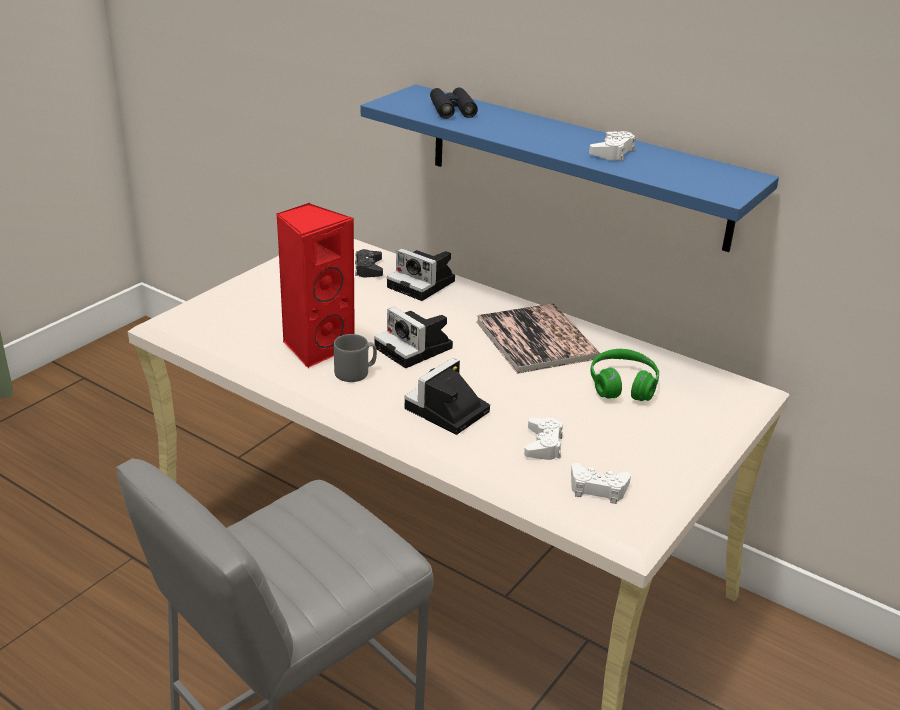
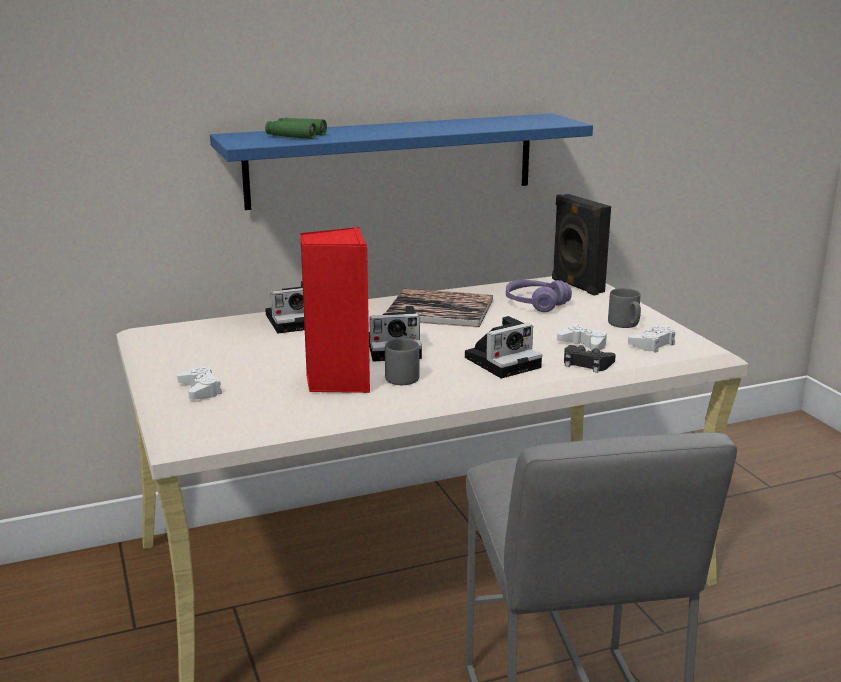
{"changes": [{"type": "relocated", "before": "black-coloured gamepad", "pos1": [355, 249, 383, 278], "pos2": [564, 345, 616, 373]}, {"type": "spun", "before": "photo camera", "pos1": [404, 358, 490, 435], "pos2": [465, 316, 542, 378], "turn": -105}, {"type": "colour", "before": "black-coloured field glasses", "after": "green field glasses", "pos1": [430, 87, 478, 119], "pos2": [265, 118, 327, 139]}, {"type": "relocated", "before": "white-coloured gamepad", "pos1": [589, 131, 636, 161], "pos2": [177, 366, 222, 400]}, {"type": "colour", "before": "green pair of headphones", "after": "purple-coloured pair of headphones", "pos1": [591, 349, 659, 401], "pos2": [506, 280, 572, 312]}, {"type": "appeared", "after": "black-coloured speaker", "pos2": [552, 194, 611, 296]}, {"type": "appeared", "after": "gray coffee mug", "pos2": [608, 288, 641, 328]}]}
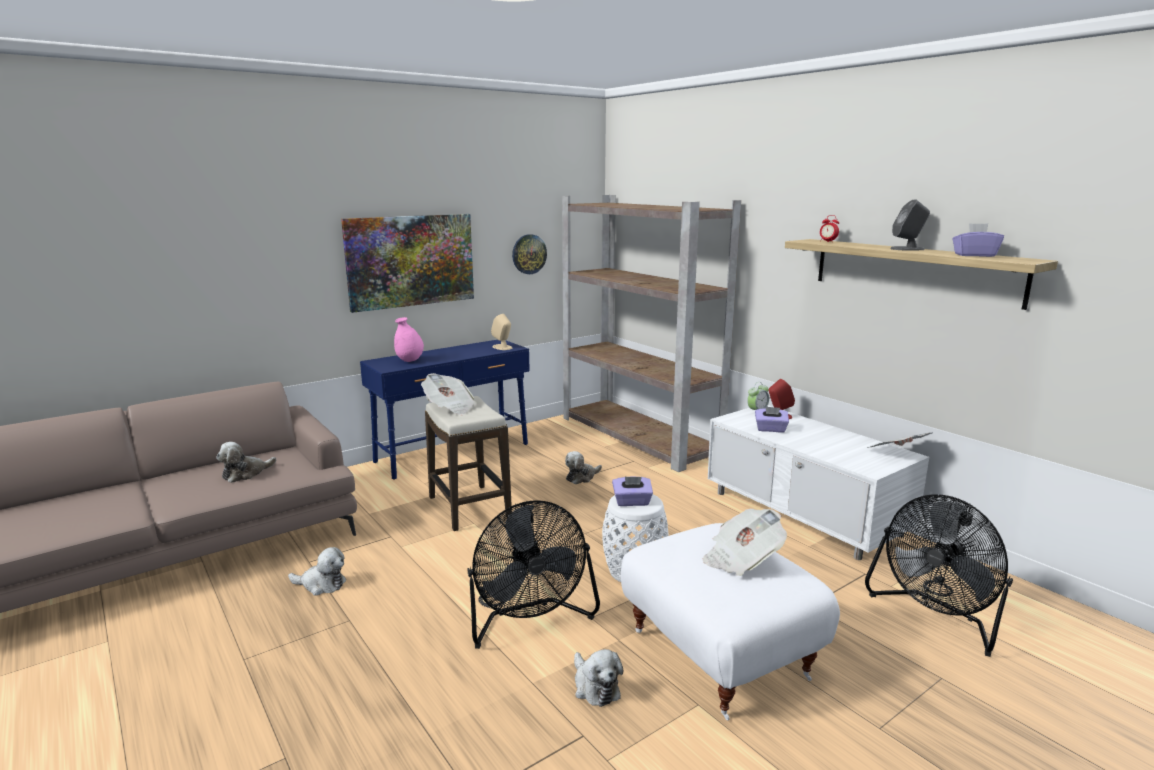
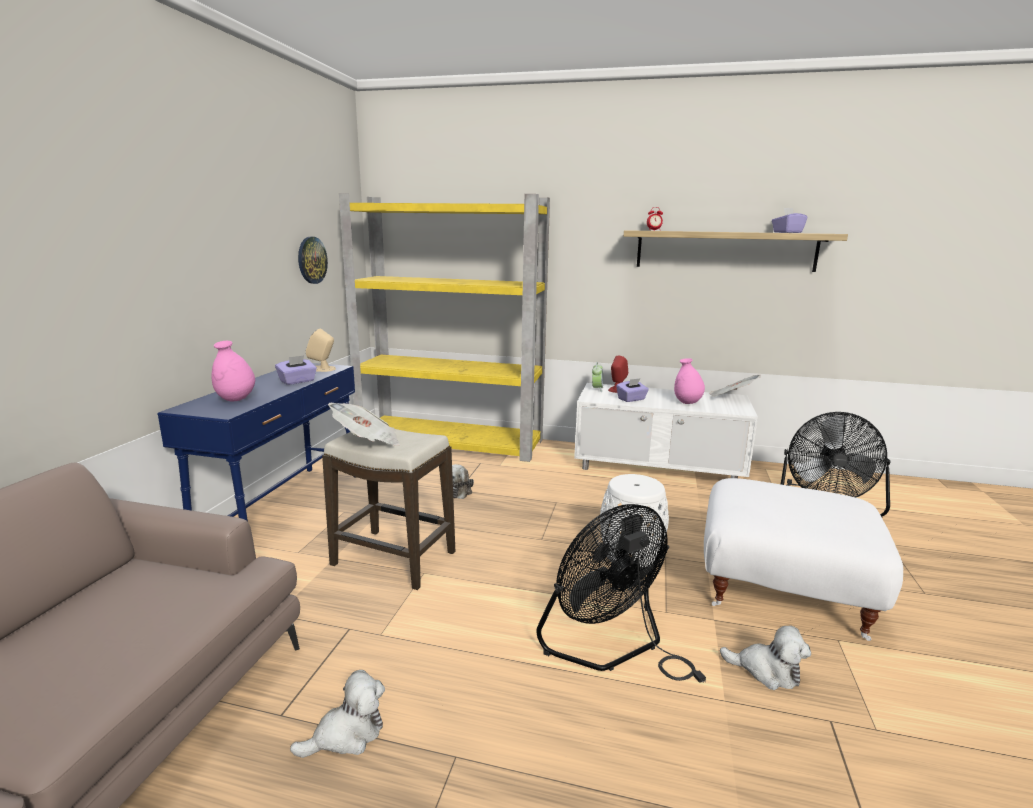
{"changes": [{"type": "missing", "before": "plush toy", "pos1": [216, 442, 276, 483]}, {"type": "missing", "before": "wall art", "pos1": [341, 214, 474, 313]}, {"type": "spun", "before": "black-coloured fan", "pos1": [468, 500, 600, 649], "pos2": [537, 504, 706, 683], "turn": -150}, {"type": "colour", "before": "brownish bookcase", "after": "yellow-coloured bookcase", "pos1": [562, 195, 741, 472], "pos2": [339, 193, 550, 462]}, {"type": "relocated", "before": "purple-coloured tissue box", "pos1": [612, 476, 653, 506], "pos2": [275, 355, 317, 385]}, {"type": "missing", "before": "newspaper", "pos1": [703, 508, 787, 576]}, {"type": "missing", "before": "gray speaker", "pos1": [890, 199, 930, 250]}, {"type": "appeared", "after": "pink-coloured decorative vase", "pos2": [674, 358, 705, 404]}]}
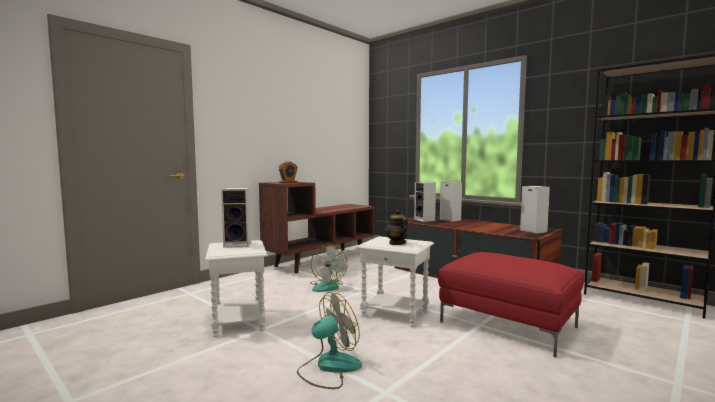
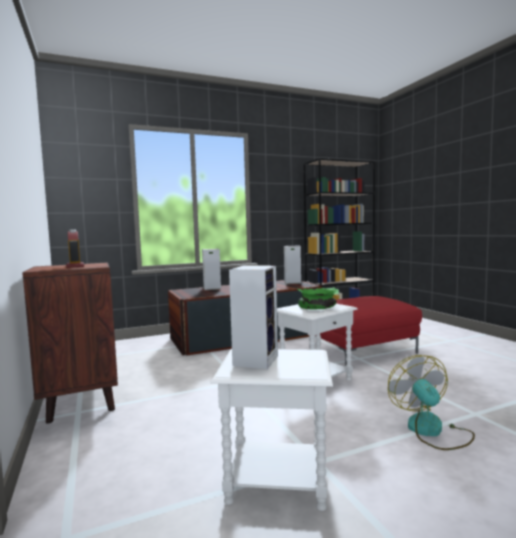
{"changes": [{"type": "missing", "before": "fan", "pos1": [310, 244, 348, 292]}, {"type": "exchanged", "before": "tea pot", "after": "green serving bowl", "pos1": [385, 209, 410, 245], "pos2": [297, 287, 339, 310]}, {"type": "missing", "before": "speaker", "pos1": [414, 182, 436, 222]}]}
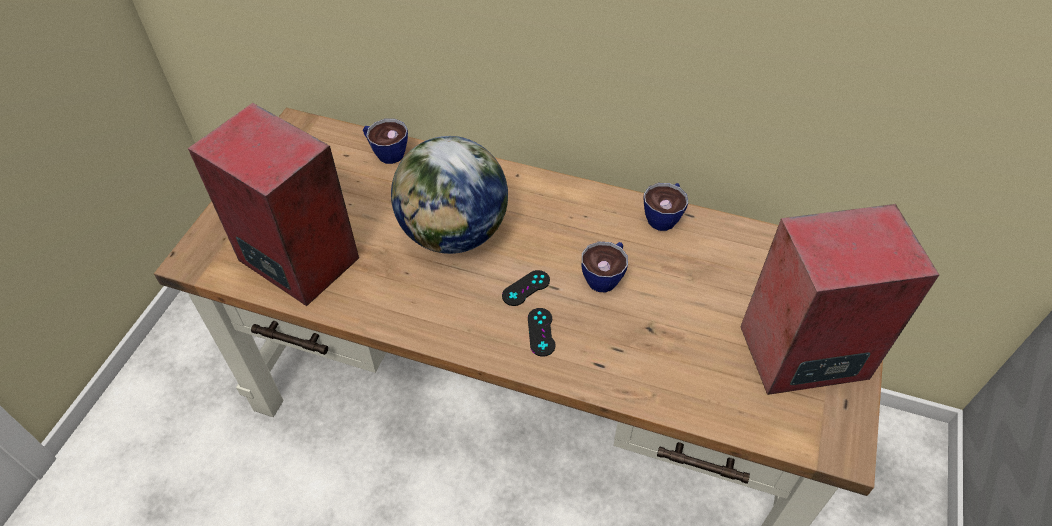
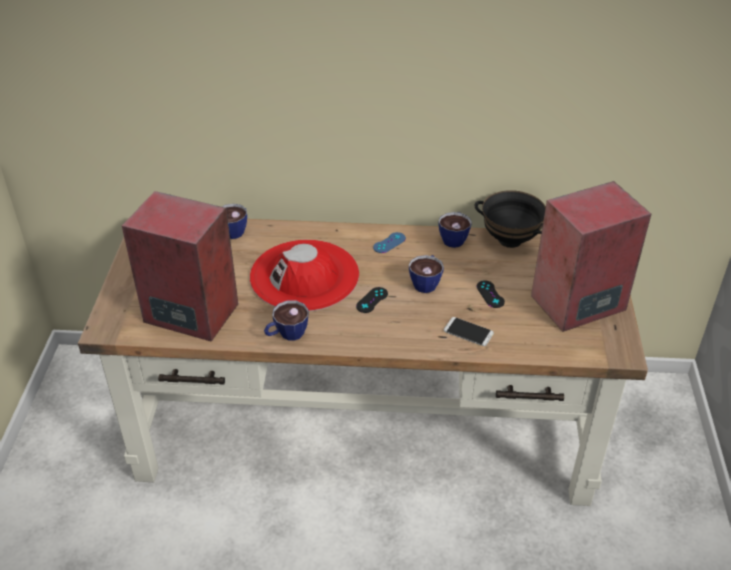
{"changes": [{"type": "exchanged", "before": "globe", "after": "red wearable hat", "pos1": [391, 136, 508, 254], "pos2": [250, 240, 359, 311]}, {"type": "relocated", "before": "black-coloured gamepad", "pos1": [528, 308, 556, 357], "pos2": [477, 280, 505, 308]}, {"type": "appeared", "after": "small cup", "pos2": [264, 300, 308, 341]}, {"type": "appeared", "after": "blue-coloured gamepad", "pos2": [373, 232, 406, 253]}, {"type": "appeared", "after": "handset", "pos2": [444, 317, 494, 346]}, {"type": "appeared", "after": "black-coloured serving bowl", "pos2": [475, 190, 546, 248]}]}
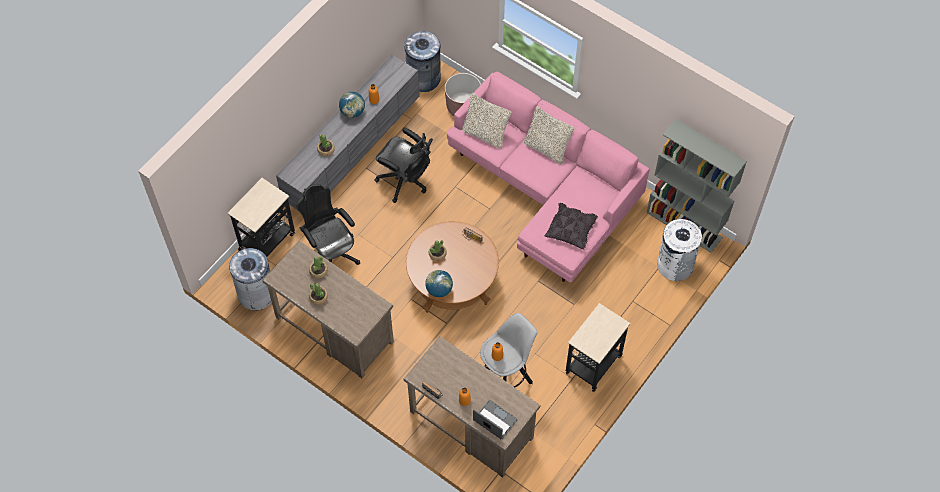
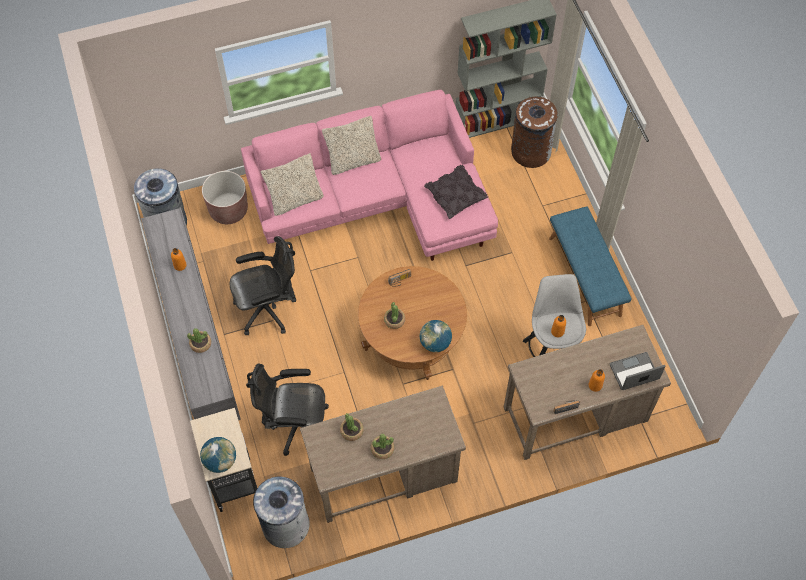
{"changes": [{"type": "relocated", "before": "globe", "pos1": [339, 92, 365, 118], "pos2": [200, 437, 236, 473]}, {"type": "exchanged", "before": "wheeled cart", "after": "blue-coloured indoor bench", "pos1": [566, 303, 631, 392], "pos2": [549, 206, 632, 326]}, {"type": "colour", "before": "white-coloured trash can", "after": "brownish trash can", "pos1": [657, 219, 702, 281], "pos2": [511, 97, 558, 168]}]}
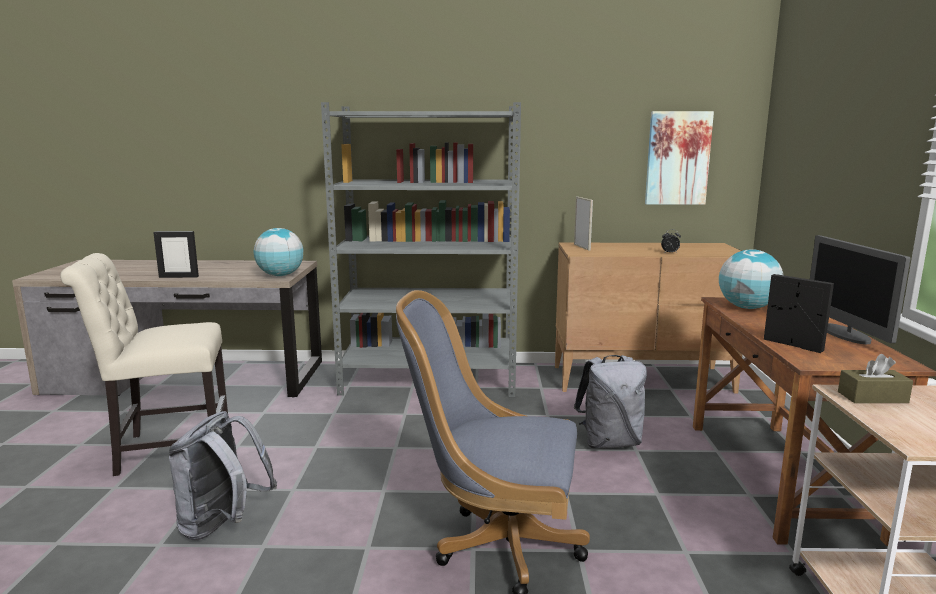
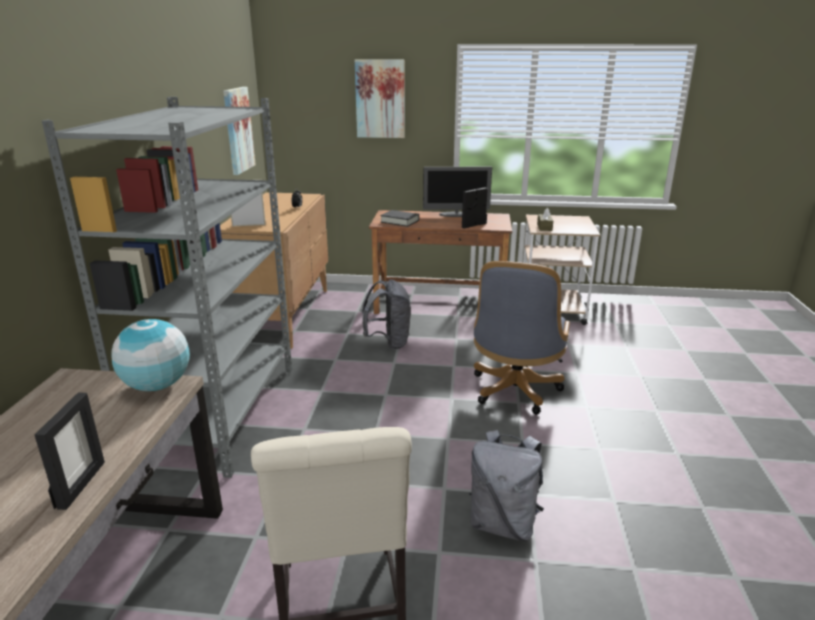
{"changes": [{"type": "exchanged", "before": "globe", "after": "black-coloured book", "pos1": [719, 249, 783, 309], "pos2": [380, 210, 419, 227]}, {"type": "appeared", "after": "wall art", "pos2": [355, 59, 405, 138]}]}
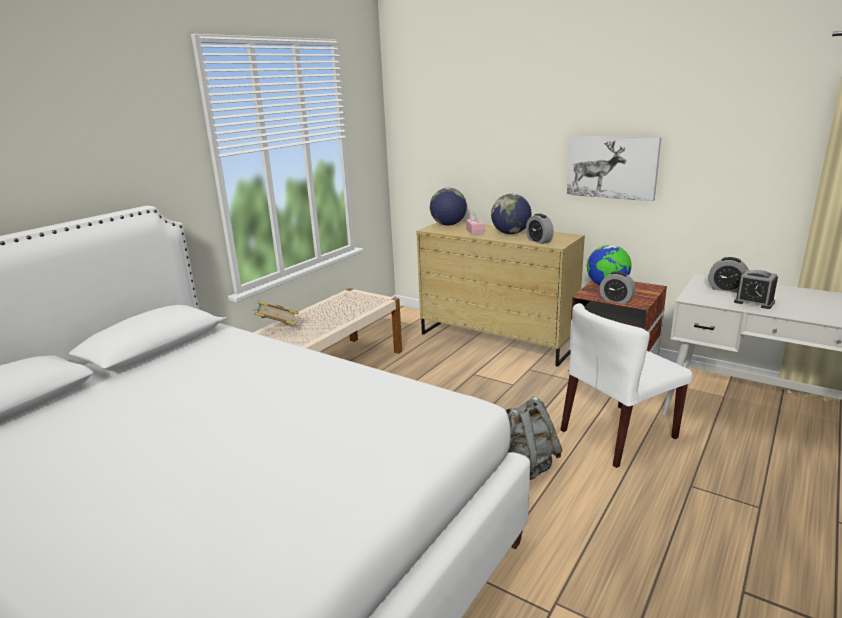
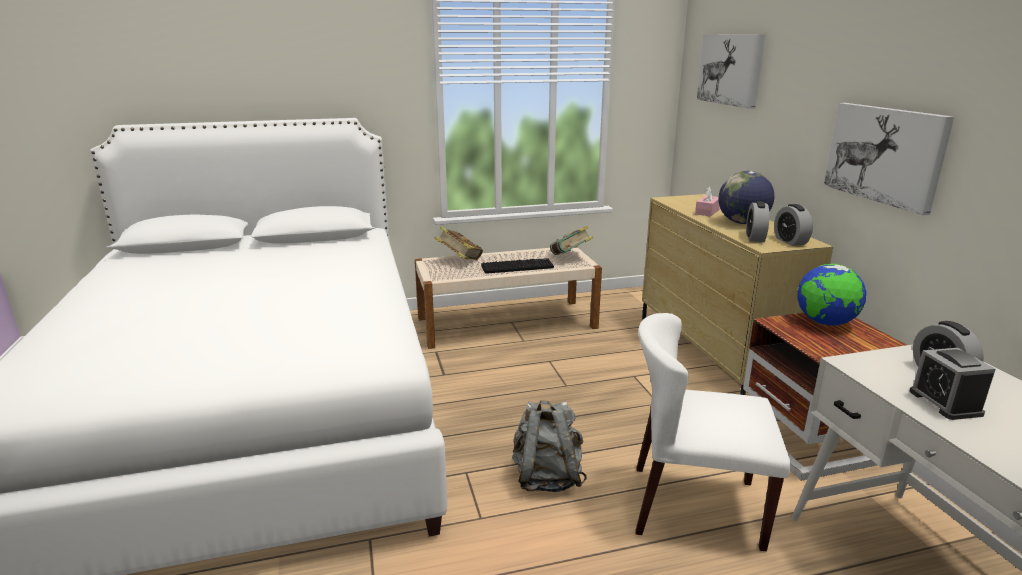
{"changes": [{"type": "missing", "before": "globe", "pos1": [430, 188, 467, 225]}, {"type": "relocated", "before": "bedside clock", "pos1": [600, 271, 635, 304], "pos2": [774, 204, 813, 246]}, {"type": "appeared", "after": "keyboard", "pos2": [481, 258, 554, 274]}, {"type": "appeared", "after": "book", "pos2": [550, 226, 593, 255]}, {"type": "appeared", "after": "wall art", "pos2": [697, 35, 765, 109]}]}
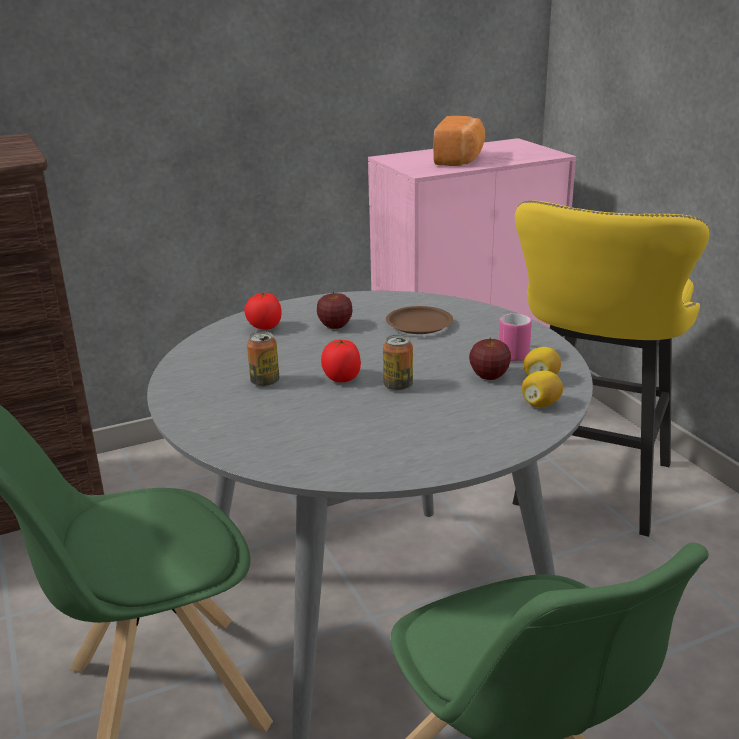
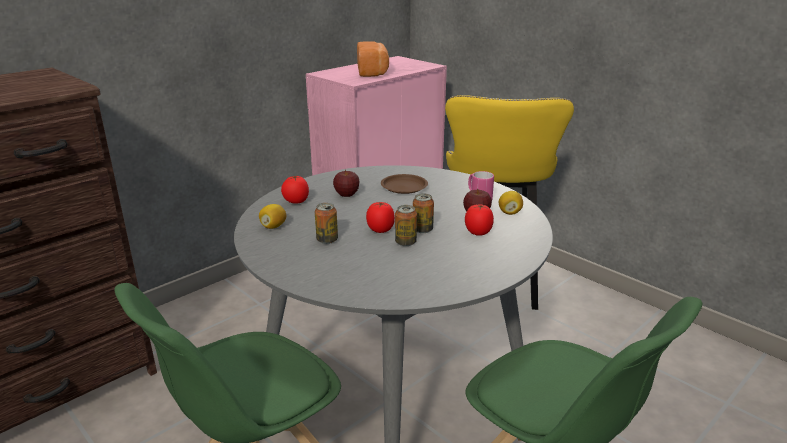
{"changes": [{"type": "relocated", "before": "lemon", "pos1": [522, 371, 563, 407], "pos2": [259, 204, 286, 229]}, {"type": "appeared", "after": "can", "pos2": [395, 205, 417, 246]}, {"type": "appeared", "after": "whole tomato", "pos2": [465, 204, 494, 236]}]}
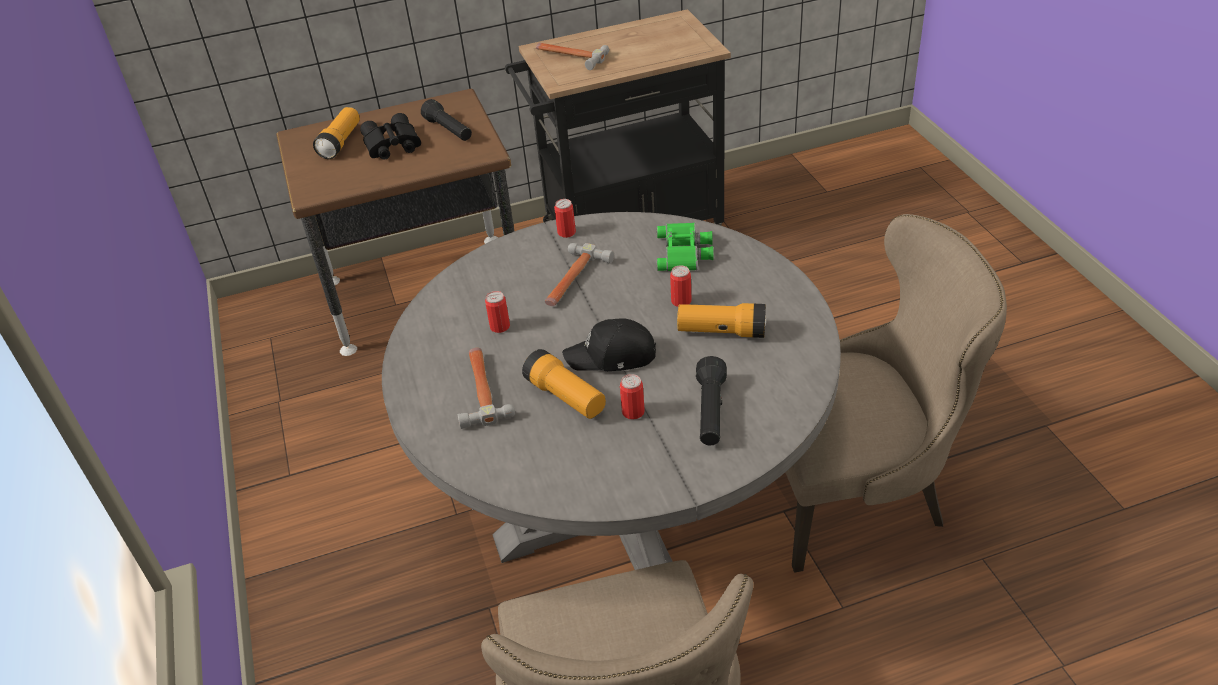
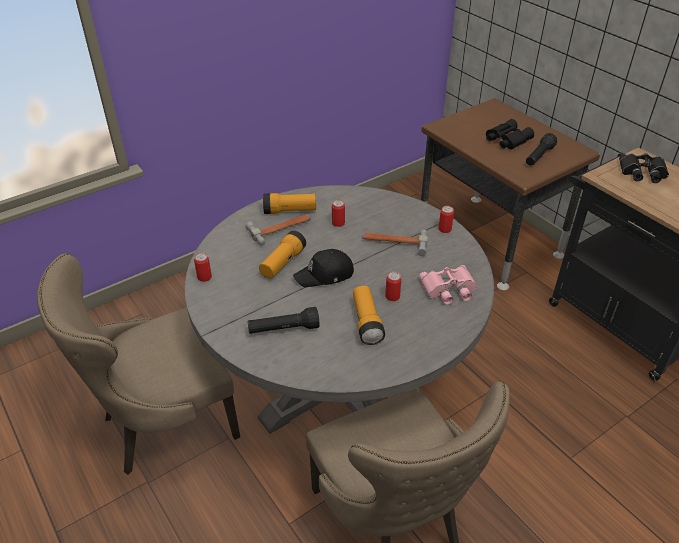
{"changes": [{"type": "relocated", "before": "torch", "pos1": [313, 107, 360, 159], "pos2": [263, 193, 316, 214]}, {"type": "exchanged", "before": "hammer", "after": "black-coloured field glasses", "pos1": [536, 43, 609, 70], "pos2": [619, 153, 669, 183]}, {"type": "spun", "before": "black-coloured cap", "pos1": [562, 318, 656, 371], "pos2": [293, 249, 354, 287], "turn": -90}, {"type": "relocated", "before": "can", "pos1": [620, 374, 645, 420], "pos2": [194, 253, 212, 282]}, {"type": "colour", "before": "green field glasses", "after": "pink-coloured field glasses", "pos1": [657, 223, 714, 271], "pos2": [419, 265, 477, 305]}]}
